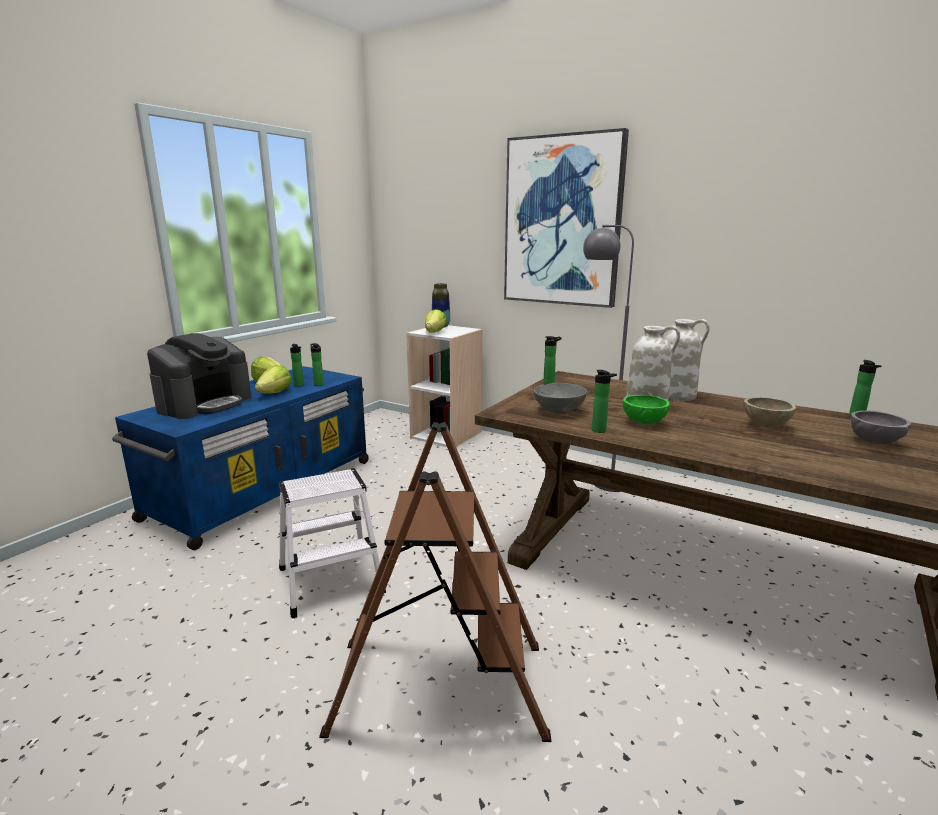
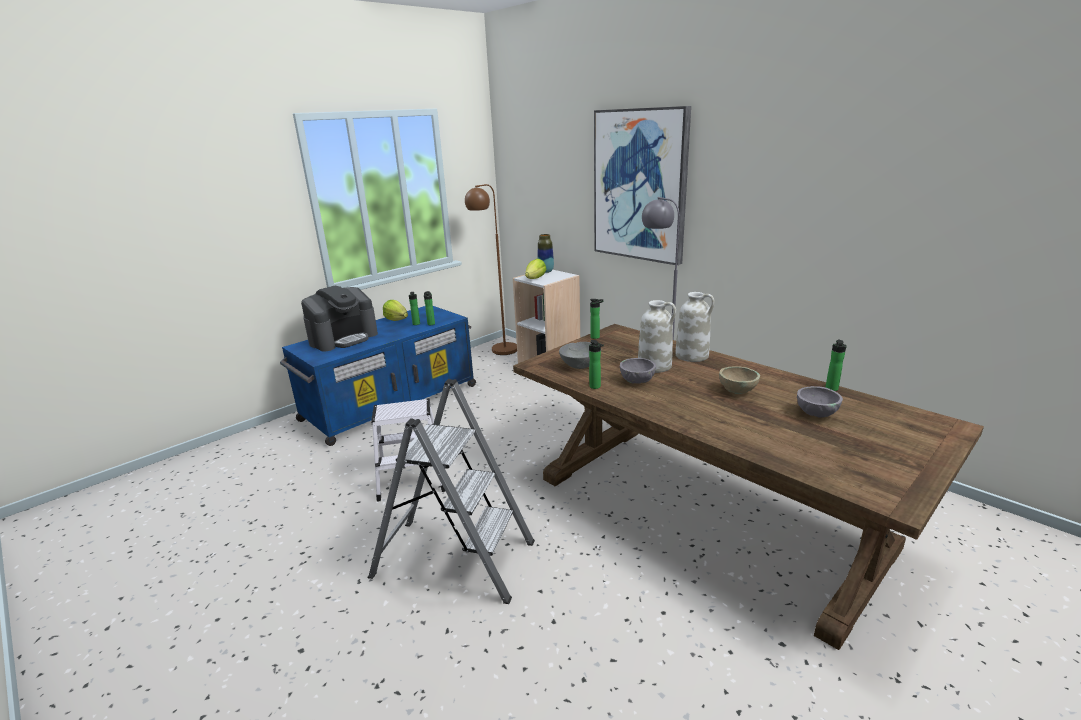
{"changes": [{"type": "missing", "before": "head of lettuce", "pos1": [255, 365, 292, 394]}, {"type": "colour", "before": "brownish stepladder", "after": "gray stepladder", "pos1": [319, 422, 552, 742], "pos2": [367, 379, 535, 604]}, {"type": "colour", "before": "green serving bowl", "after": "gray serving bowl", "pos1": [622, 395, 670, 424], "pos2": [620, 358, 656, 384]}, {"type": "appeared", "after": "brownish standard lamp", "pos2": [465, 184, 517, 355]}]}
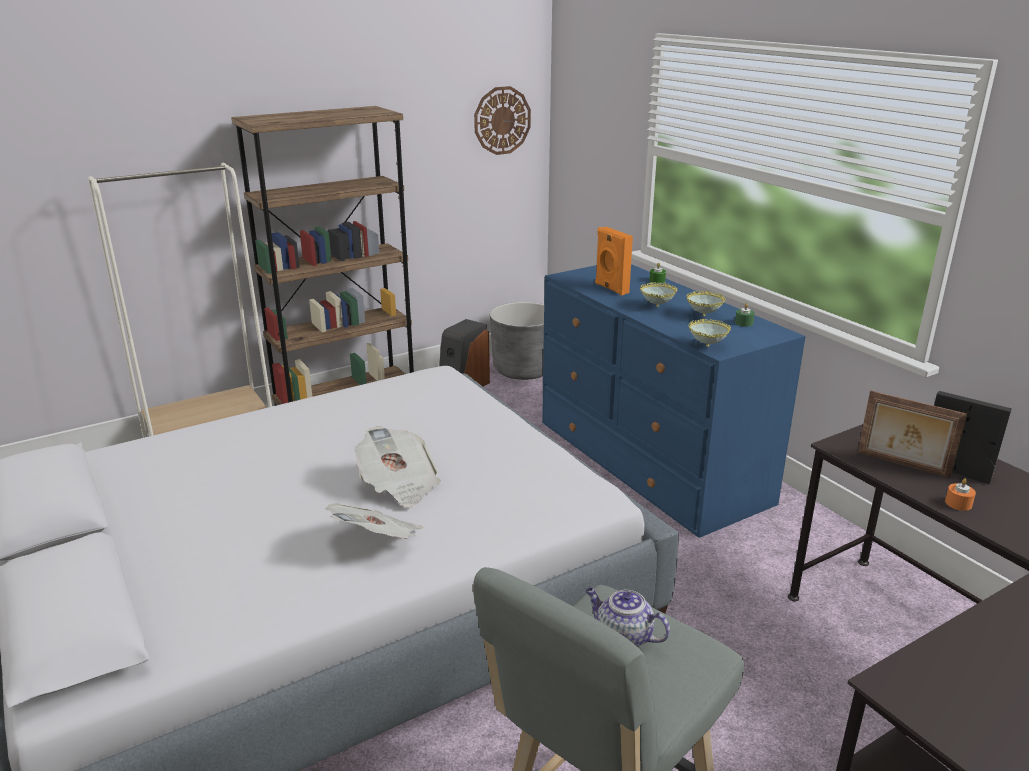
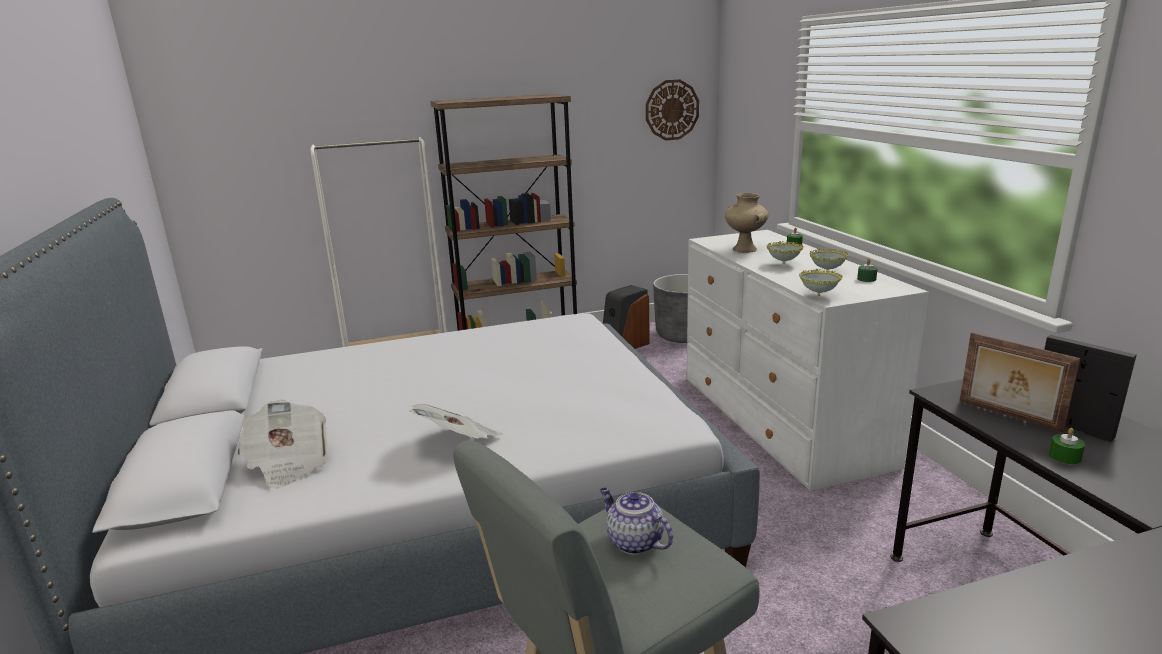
{"changes": [{"type": "relocated", "before": "newspaper", "pos1": [354, 426, 441, 508], "pos2": [237, 400, 328, 489]}, {"type": "colour", "before": "blue-coloured drawer chest", "after": "white-coloured drawer chest", "pos1": [542, 264, 806, 538], "pos2": [687, 230, 929, 491]}, {"type": "exchanged", "before": "orange-coloured speaker", "after": "beige-coloured decorative vase", "pos1": [595, 227, 633, 295], "pos2": [725, 193, 769, 253]}, {"type": "colour", "before": "orange-coloured wax candle", "after": "green wax candle", "pos1": [945, 478, 976, 511], "pos2": [1049, 428, 1085, 465]}]}
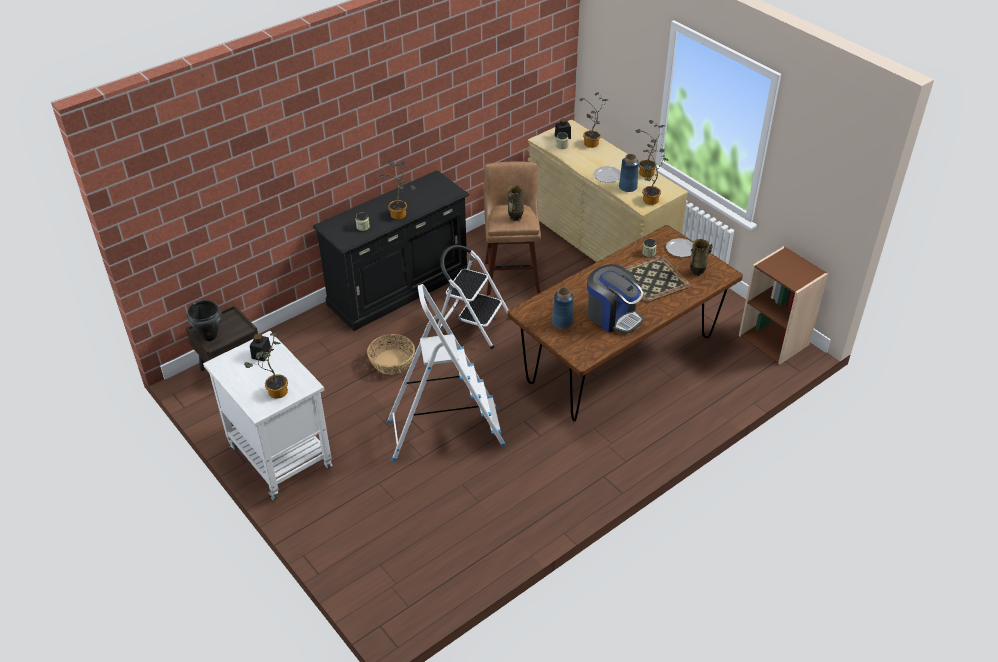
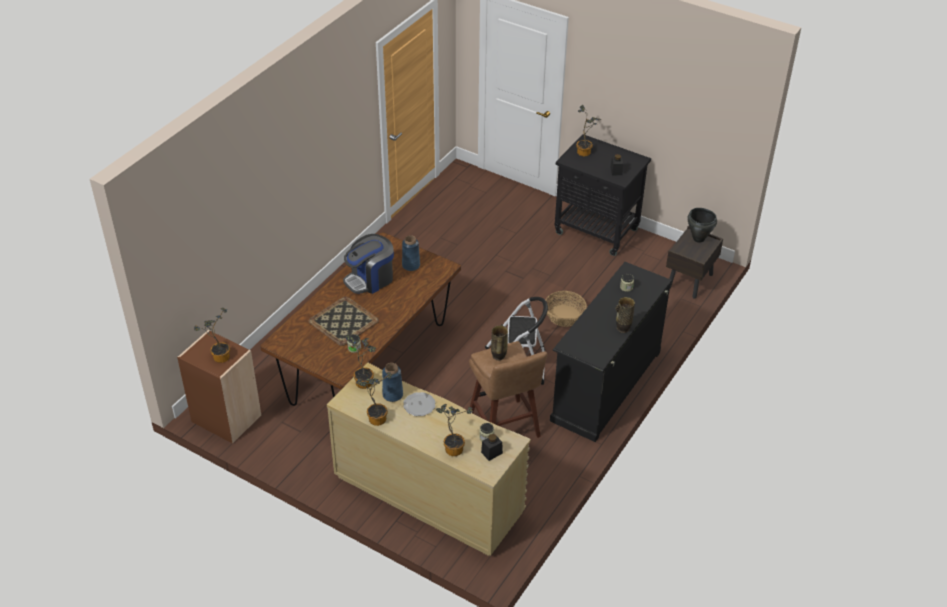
{"changes": [{"type": "colour", "before": "white-coloured wheeled cart", "after": "black-coloured wheeled cart", "pos1": [203, 331, 333, 500], "pos2": [555, 134, 651, 256]}, {"type": "relocated", "before": "plant in a pot", "pos1": [380, 161, 416, 220], "pos2": [194, 308, 230, 363]}, {"type": "missing", "before": "white-coloured stepladder", "pos1": [387, 284, 506, 461]}, {"type": "spun", "before": "coffee machine", "pos1": [587, 264, 644, 334], "pos2": [343, 234, 394, 294], "turn": -60}, {"type": "missing", "before": "plate", "pos1": [666, 238, 693, 257]}, {"type": "relocated", "before": "decorative vase", "pos1": [690, 239, 713, 276], "pos2": [615, 297, 635, 333]}]}
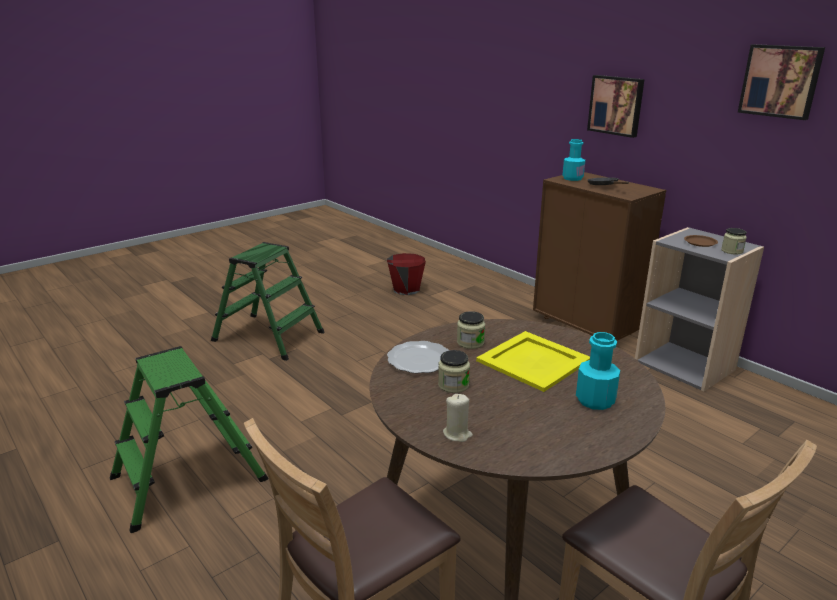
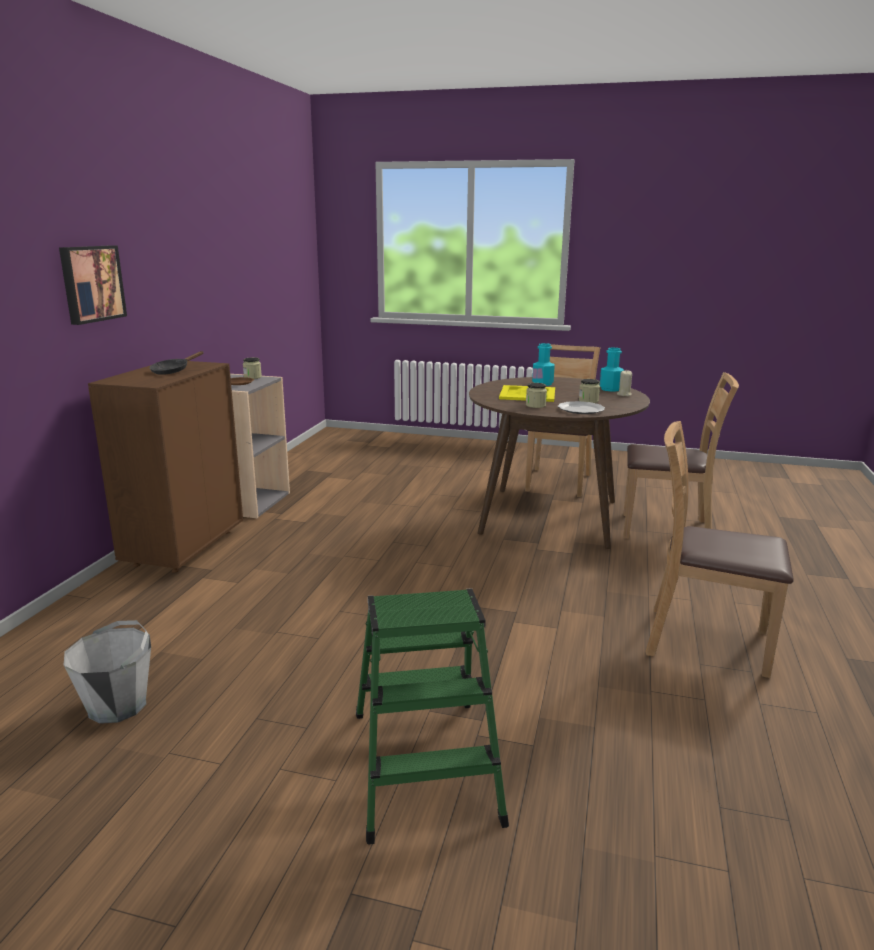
{"changes": [{"type": "exchanged", "before": "green stepladder", "after": "brownish upright chair", "pos1": [110, 346, 269, 533], "pos2": [645, 421, 794, 678]}, {"type": "colour", "before": "red water bucket", "after": "gray water bucket", "pos1": [387, 253, 426, 295], "pos2": [64, 620, 151, 724]}, {"type": "relocated", "before": "turquoise-coloured bottle", "pos1": [562, 139, 585, 181], "pos2": [600, 348, 624, 392]}, {"type": "missing", "before": "wall art", "pos1": [738, 44, 825, 120]}]}
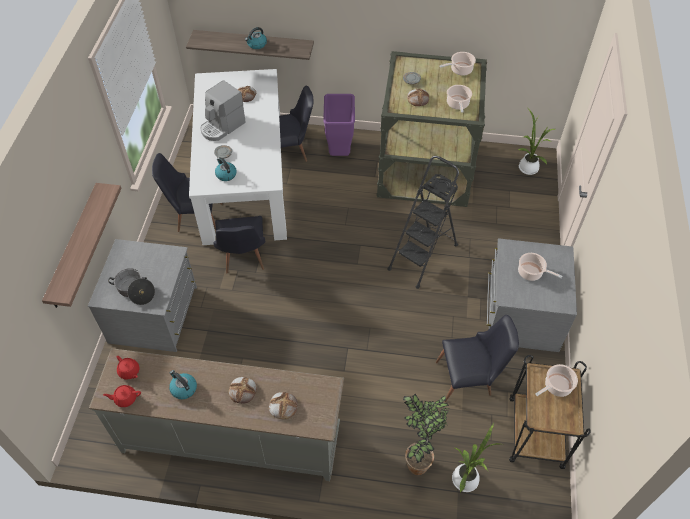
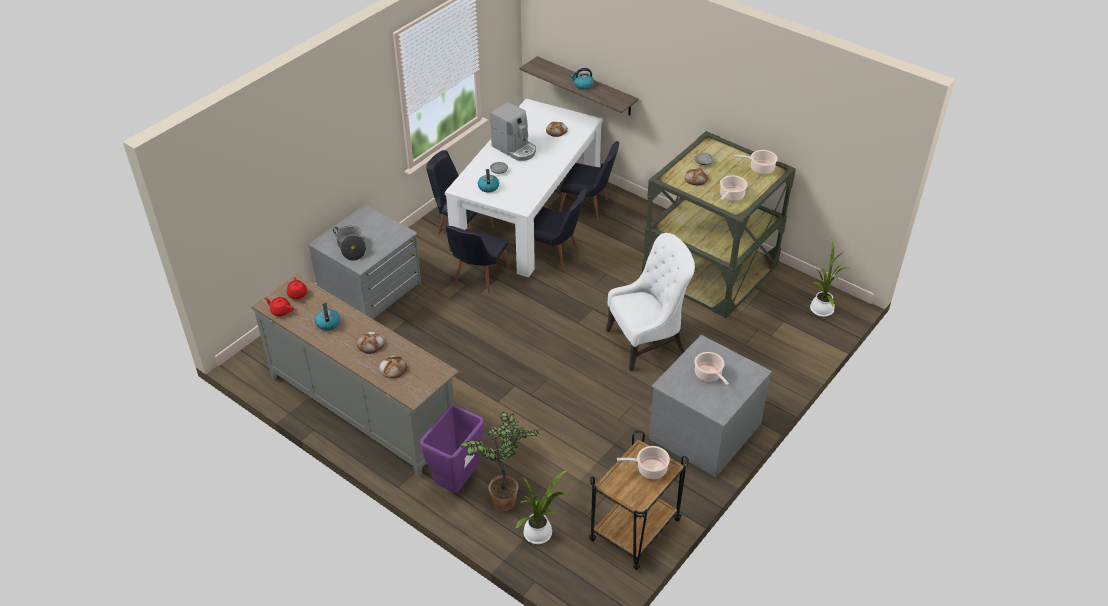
{"changes": [{"type": "missing", "before": "shelf", "pos1": [42, 183, 122, 308]}, {"type": "spun", "before": "coffee machine", "pos1": [200, 80, 246, 141], "pos2": [490, 102, 536, 161], "turn": -120}, {"type": "relocated", "before": "purple-coloured trash can", "pos1": [323, 94, 355, 156], "pos2": [420, 405, 484, 493]}, {"type": "exchanged", "before": "stepladder", "after": "white-coloured upright chair", "pos1": [387, 156, 459, 289], "pos2": [606, 233, 695, 372]}, {"type": "relocated", "before": "black-coloured upright chair", "pos1": [436, 315, 519, 402], "pos2": [534, 189, 587, 270]}]}
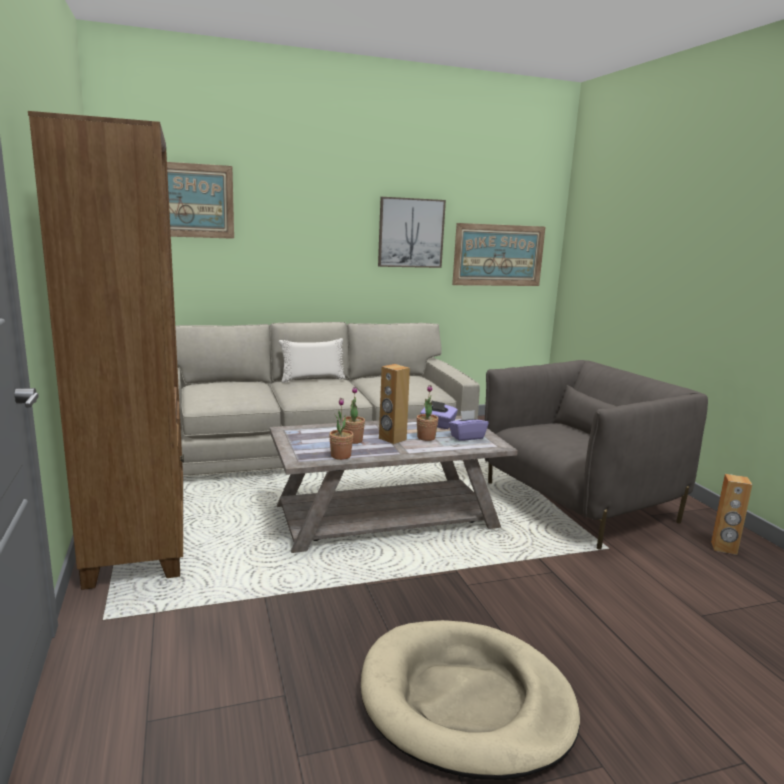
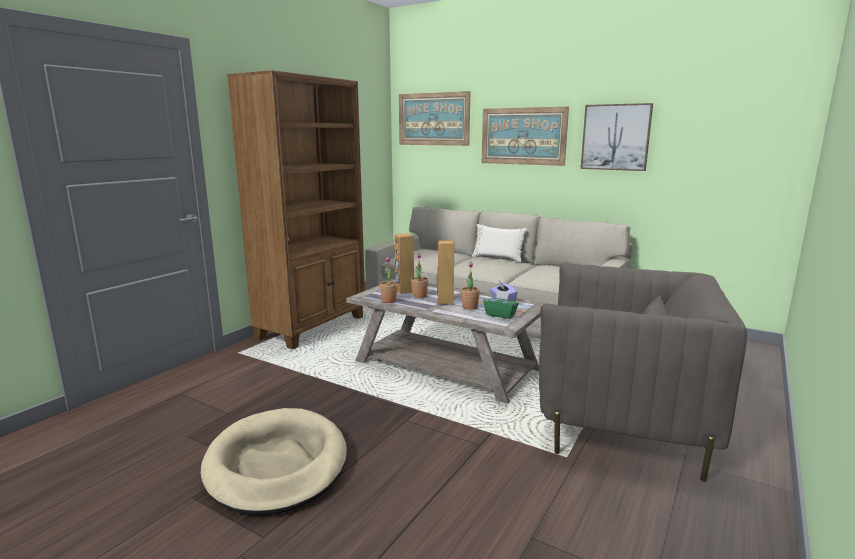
{"changes": [{"type": "colour", "before": "purple-coloured tissue box", "after": "green tissue box", "pos1": [449, 410, 488, 441], "pos2": [483, 290, 519, 319]}, {"type": "relocated", "before": "wall art", "pos1": [452, 223, 545, 286], "pos2": [482, 107, 569, 166]}, {"type": "relocated", "before": "brownish speaker", "pos1": [711, 474, 753, 555], "pos2": [394, 233, 414, 294]}]}
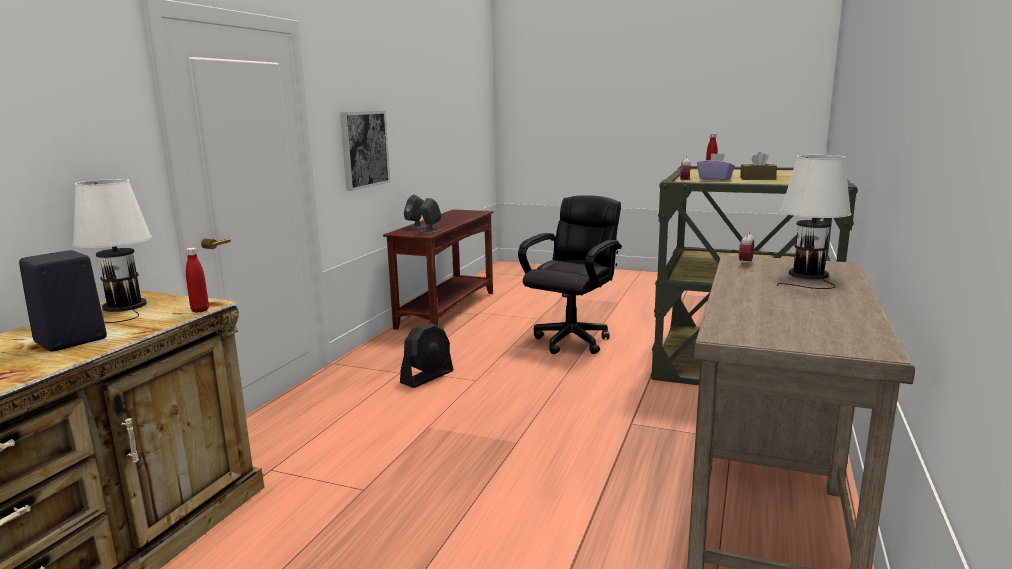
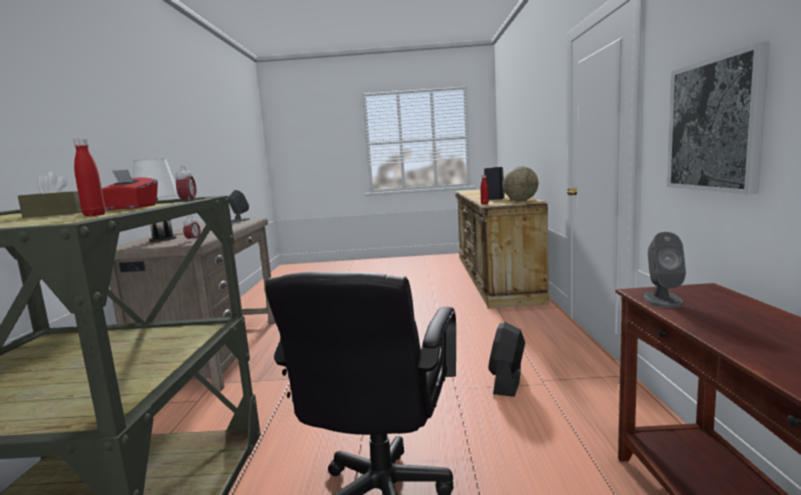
{"changes": [{"type": "exchanged", "before": "white-coloured lamp for a table", "after": "globe", "pos1": [72, 179, 152, 323], "pos2": [503, 166, 538, 201]}, {"type": "relocated", "before": "gray speaker", "pos1": [404, 195, 426, 229], "pos2": [228, 190, 250, 222]}, {"type": "colour", "before": "purple-coloured tissue box", "after": "red tissue box", "pos1": [697, 153, 735, 181], "pos2": [102, 169, 158, 210]}]}
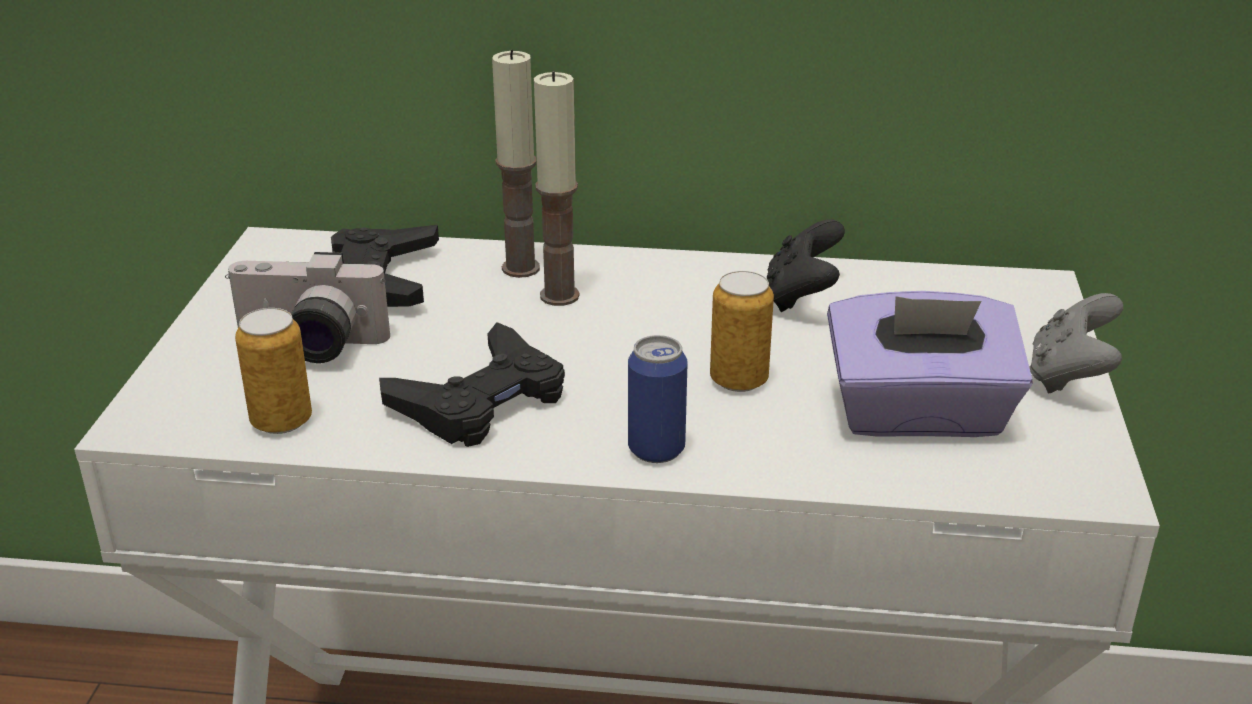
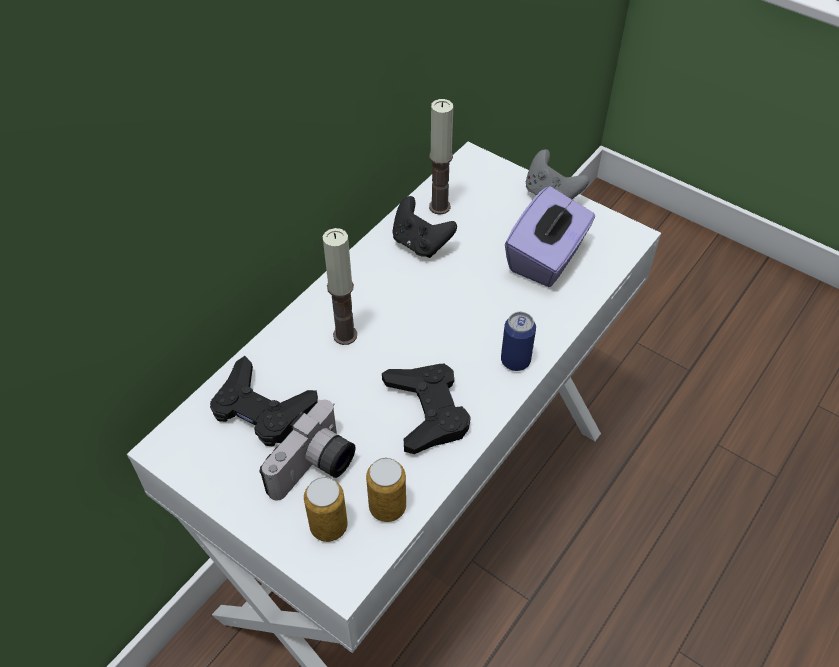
{"changes": [{"type": "relocated", "before": "wax candle", "pos1": [492, 49, 540, 278], "pos2": [429, 99, 453, 215]}, {"type": "relocated", "before": "can", "pos1": [710, 271, 774, 392], "pos2": [304, 477, 348, 542]}]}
